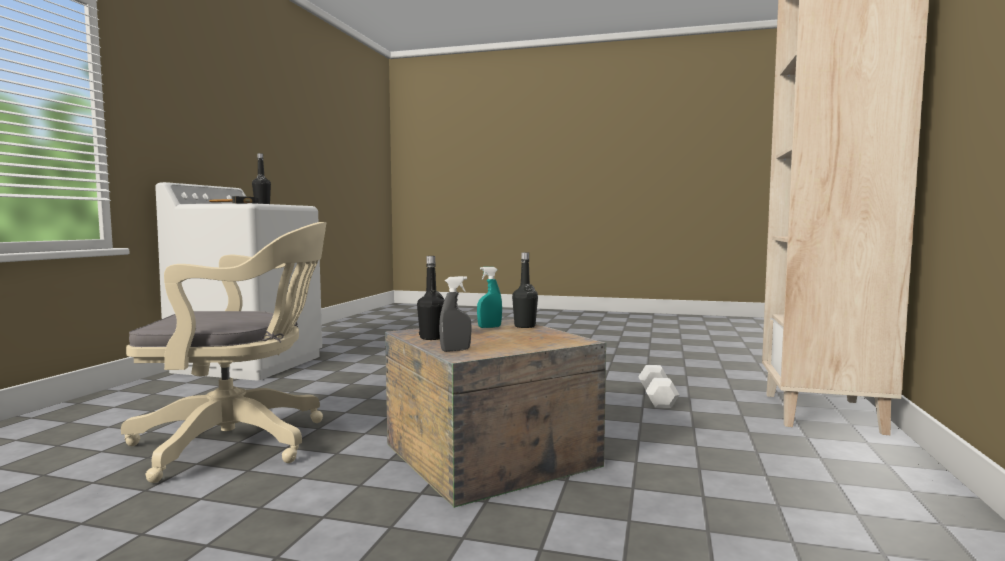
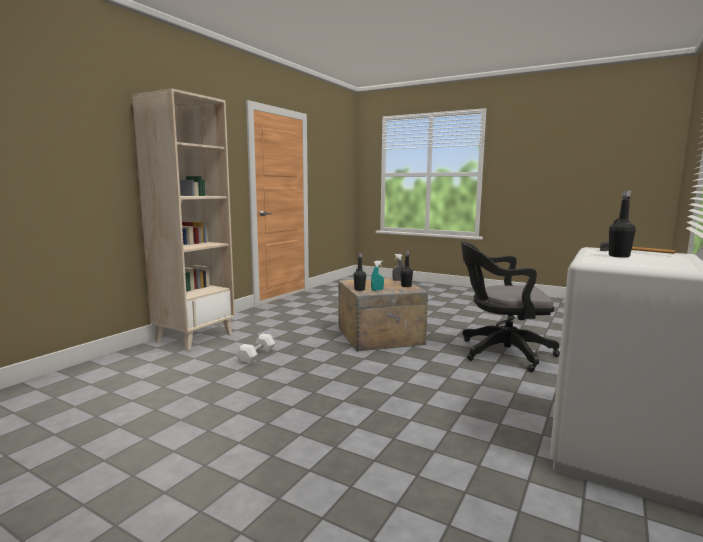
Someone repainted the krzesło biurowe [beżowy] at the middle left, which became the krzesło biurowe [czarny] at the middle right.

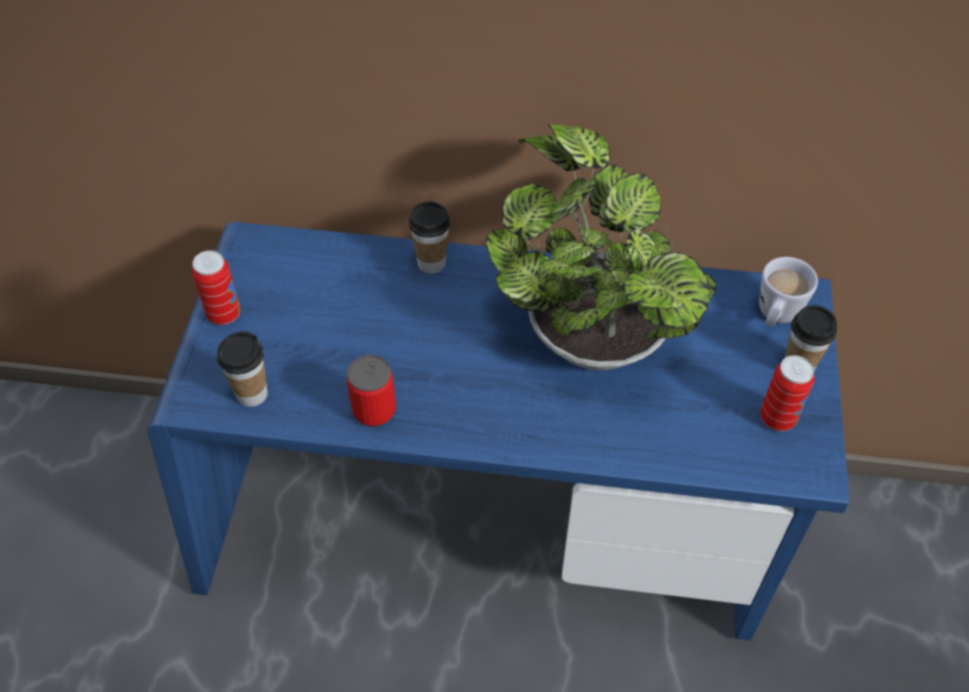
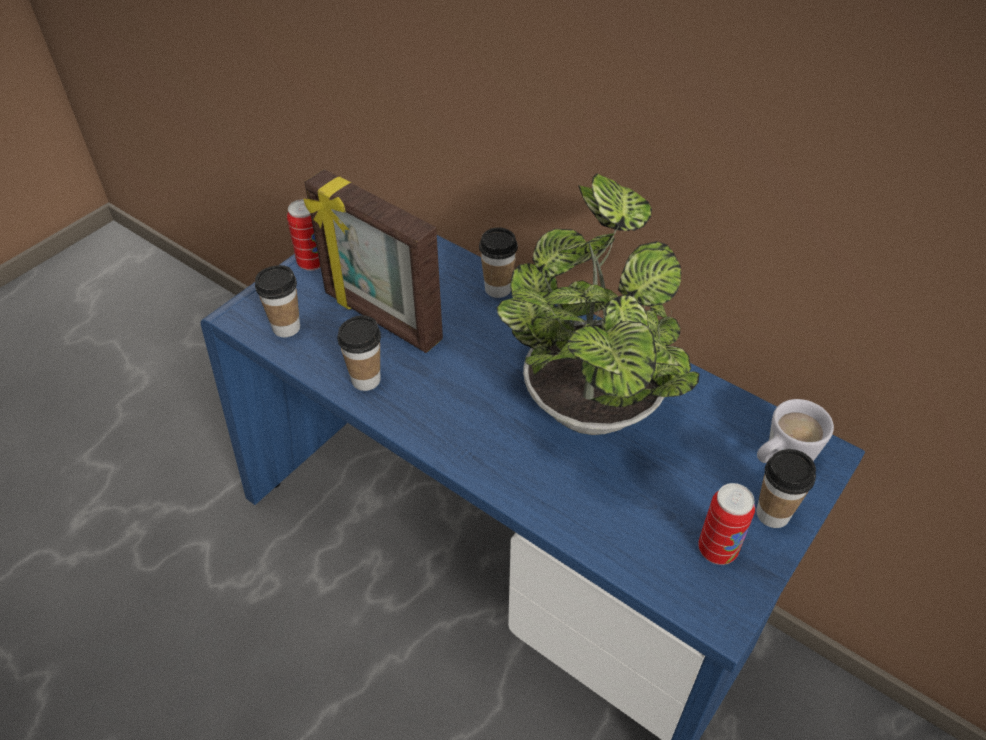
Someone swapped the puszka (no. 2 from left) at the centre for the filiżanka (no. 2 from left) at the centre.
Someone put down the ramka na zdjęcie at the centre.

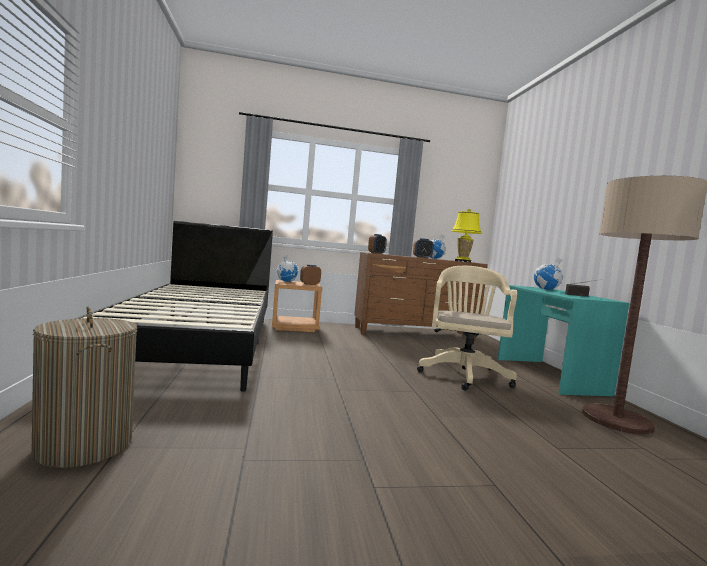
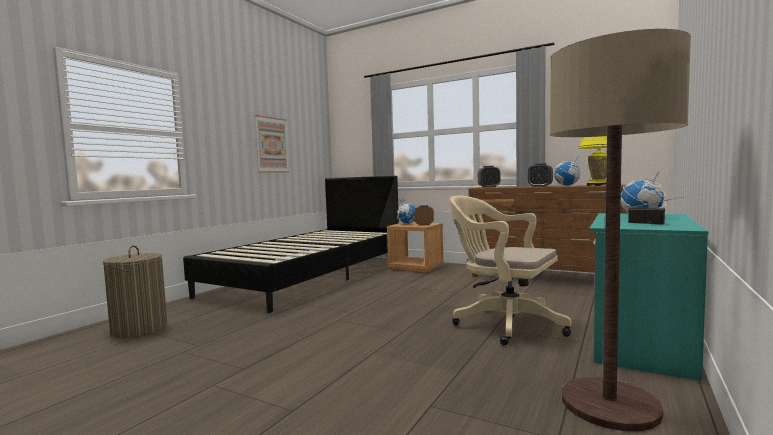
Someone rotated the krzesło biurowe [beżowy] at the centre by 105 degrees counterclockwise.
Someone put up the obraz at the top centre.

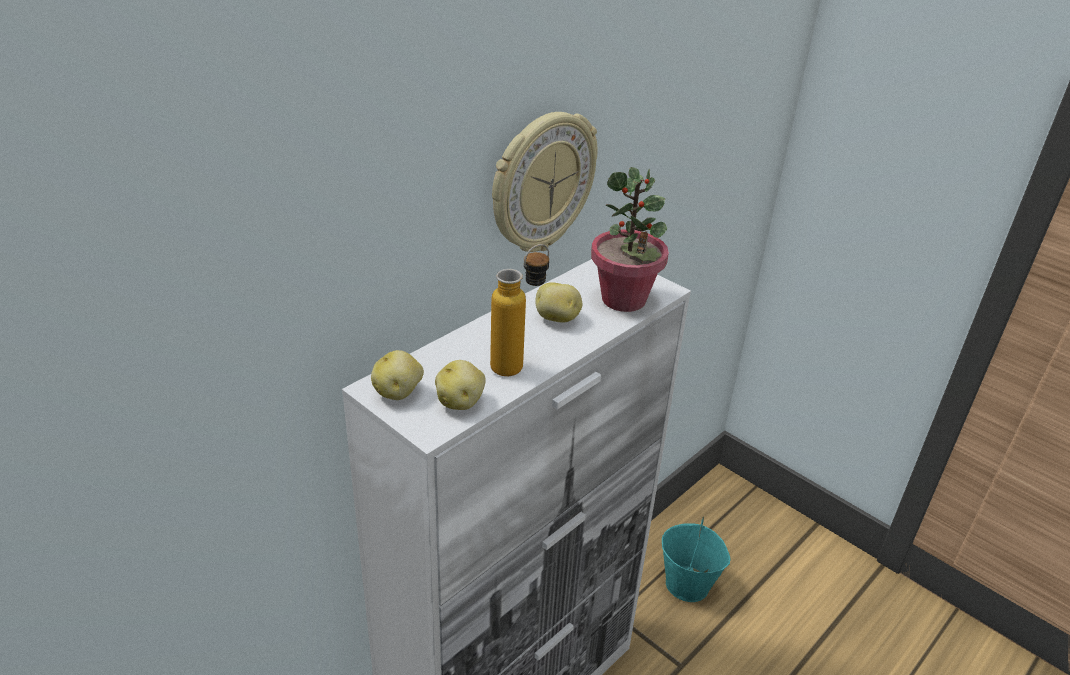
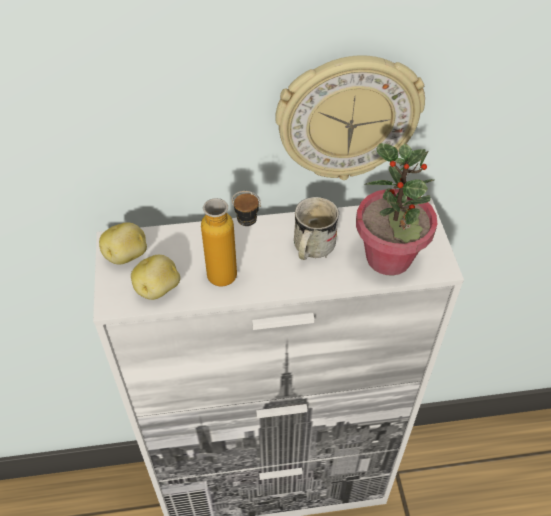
Someone swapped the ziemniak (no. 3 from left) at the centre for the kubek [biały] at the centre.
Someone took away the wiadro [turkusowy] at the bottom centre.

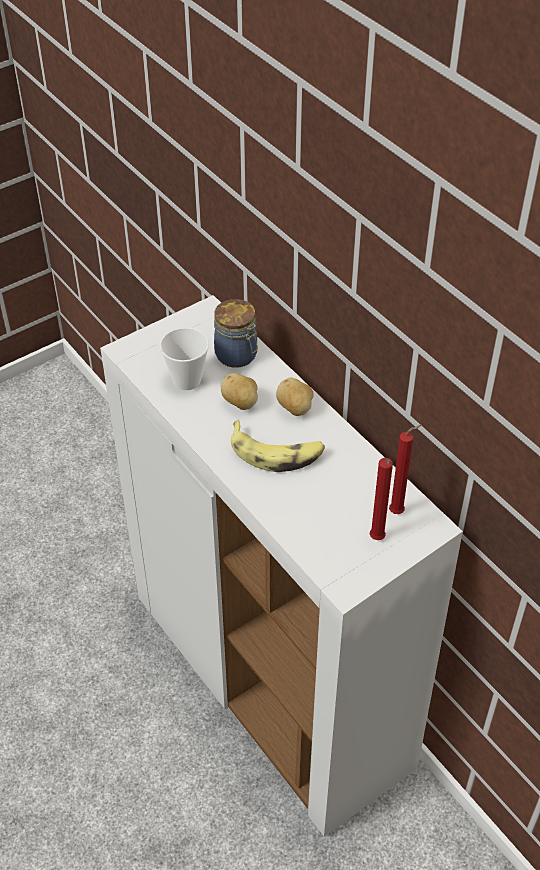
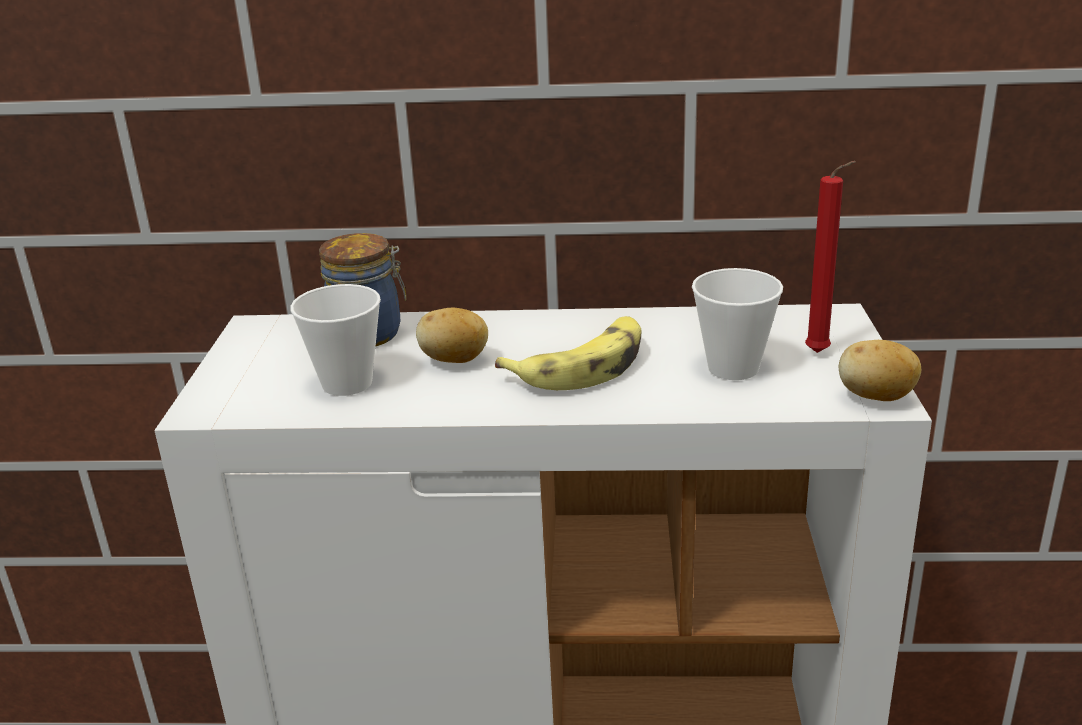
Someone carried the ziemniak (no. 2 from left) from the centre to the middle right.
Someone took away the świeca [czerwony] (no. 2 from left) at the middle right.
Someone put down the filiżanka (no. 2 from left) at the middle right.

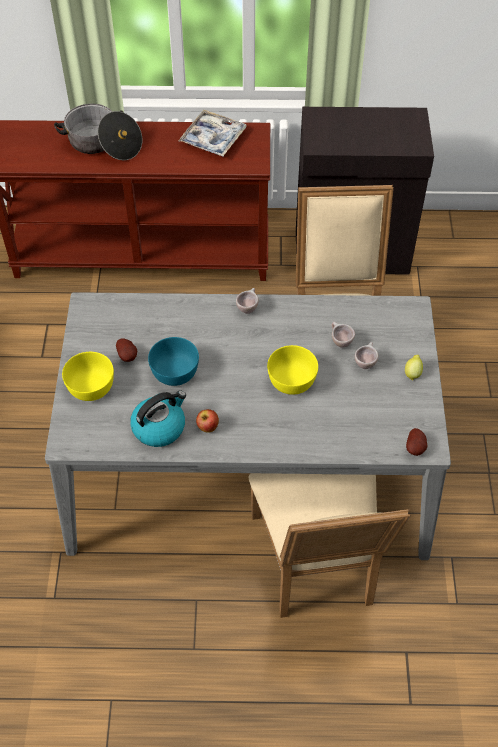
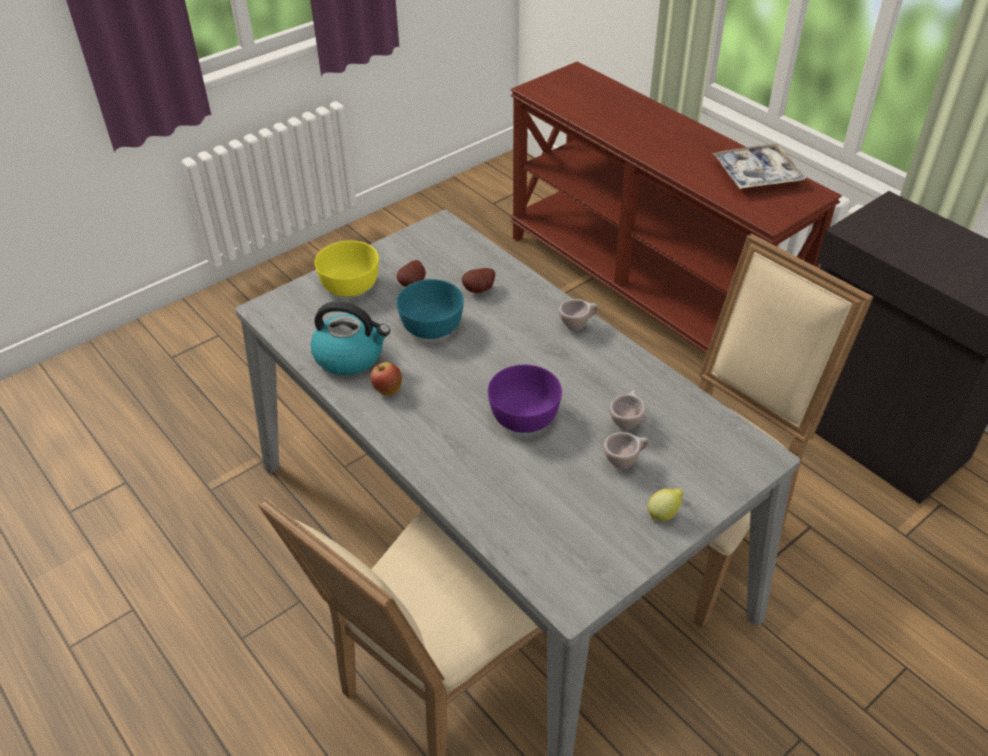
Someone took away the garnek at the top left.
Someone repainted the miska [żółty] (no. 2 from left) at the centre, which became the miska [fioletowy] at the centre.
Someone carried the ziemniak (no. 2 from left) from the middle right to the centre.

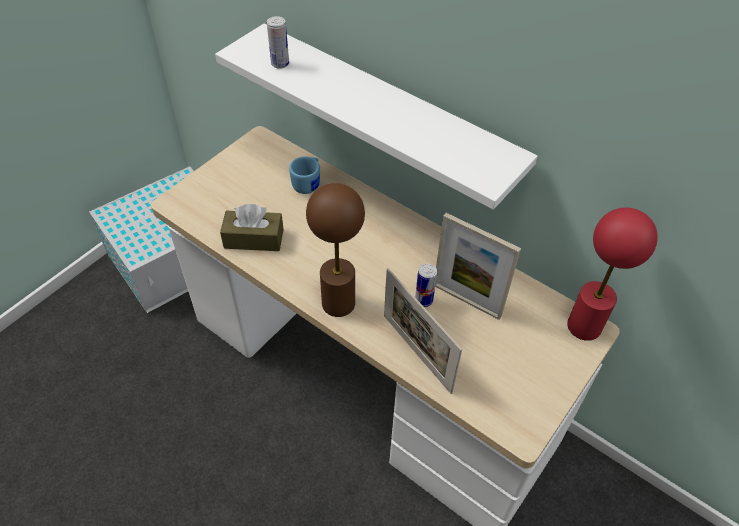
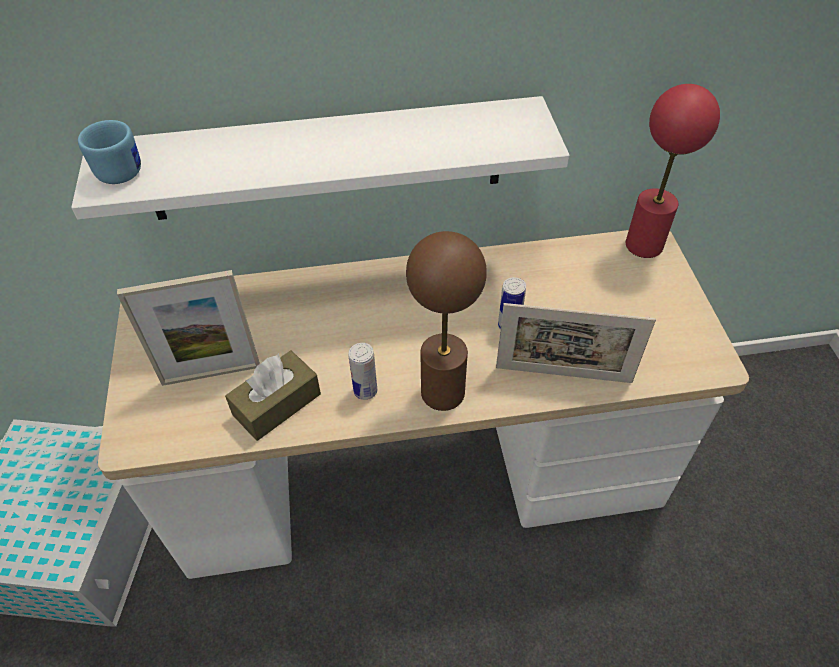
Someone carried the puszka (no. 1 from left) from the top centre to the centre.
Someone carried the kubek [niebieski] from the top centre to the top left.
Someone carried the ramka na zdjęcie (no. 2 from left in the first image) from the centre to the middle left.

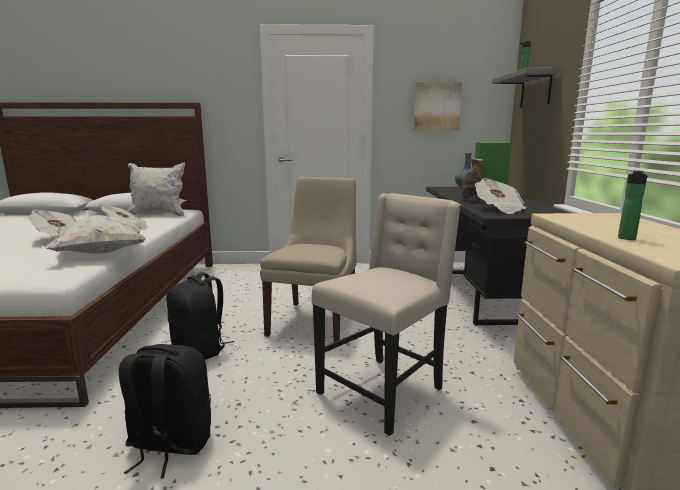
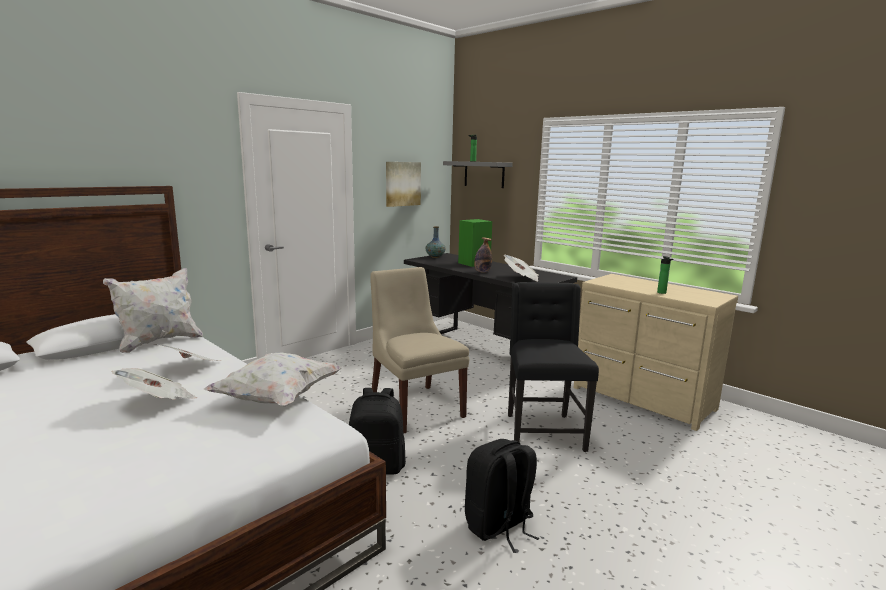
Someone repainted the krzesło [beżowy] (no. 2 from left) at the centre, which became the krzesło [czarny] at the centre.

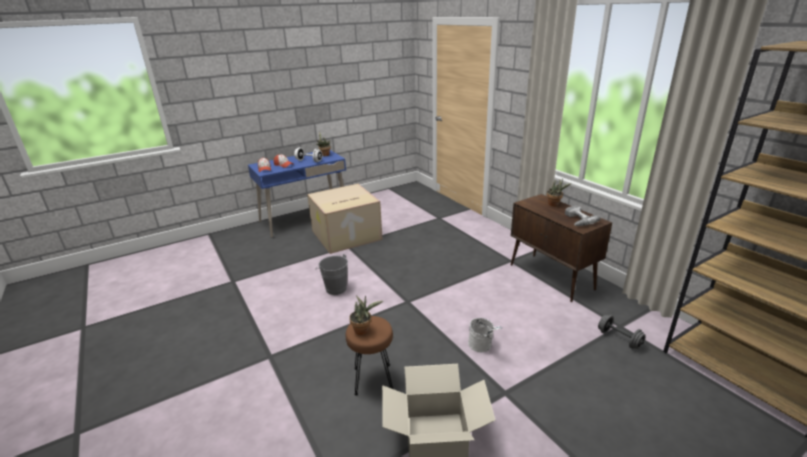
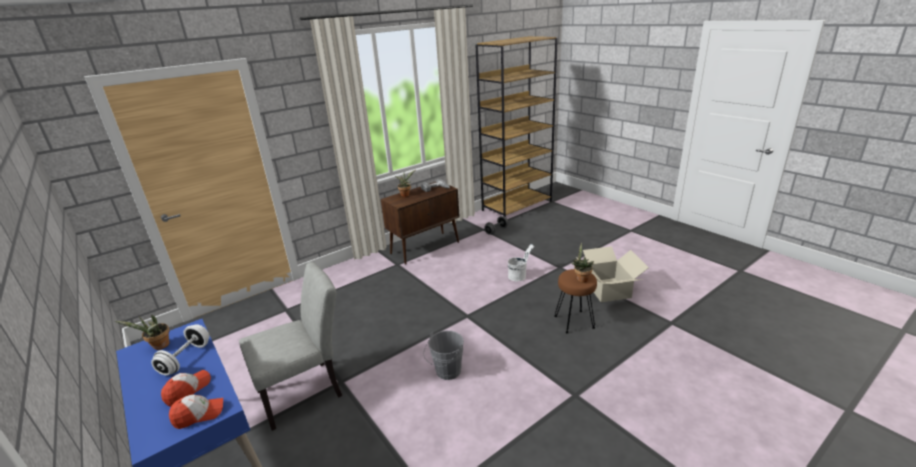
Someone swapped the karton (no. 1 from left) at the centre for the krzesło [szary] at the bottom left.

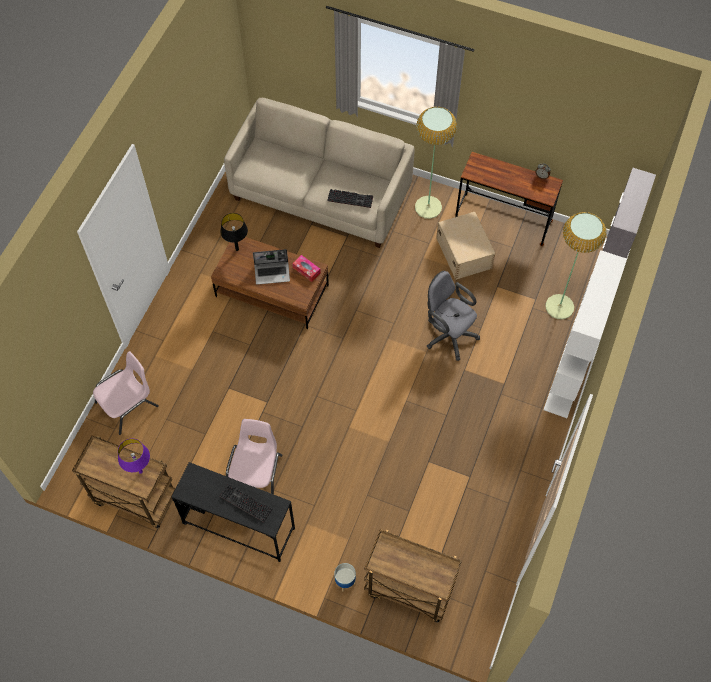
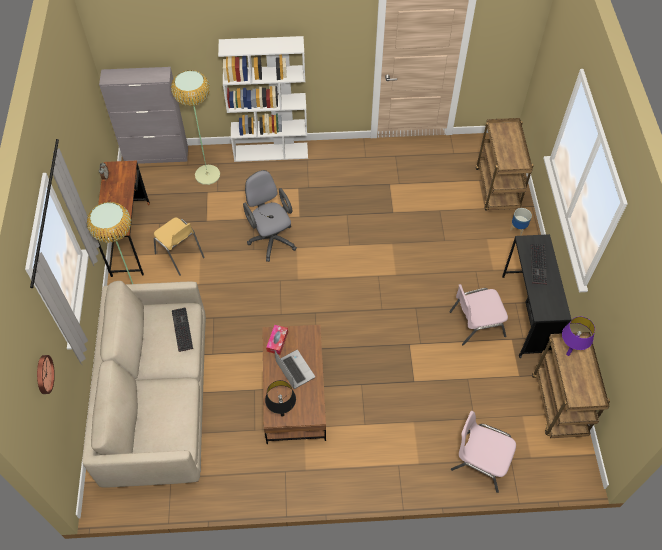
Someone rotated the krzesło biurowe [szary] at the centre by 135 degrees clockwise.
Someone swapped the pojemnik do przechowywania [beżowy] at the centre for the krzesło [żółty] at the middle left.
Someone put up the zegar ścienny at the bottom left.

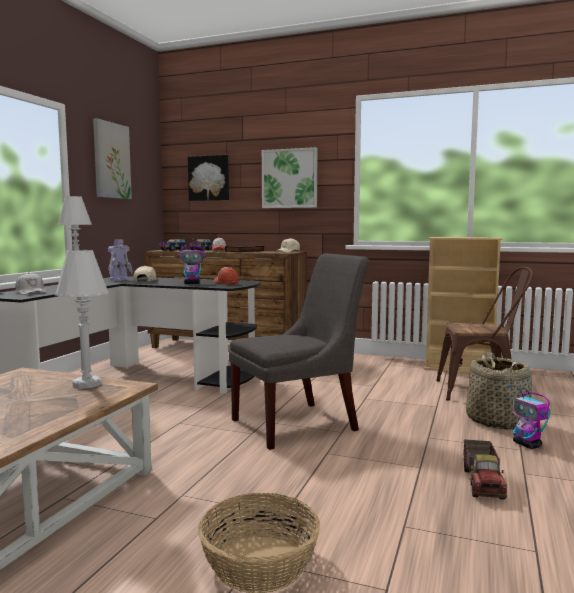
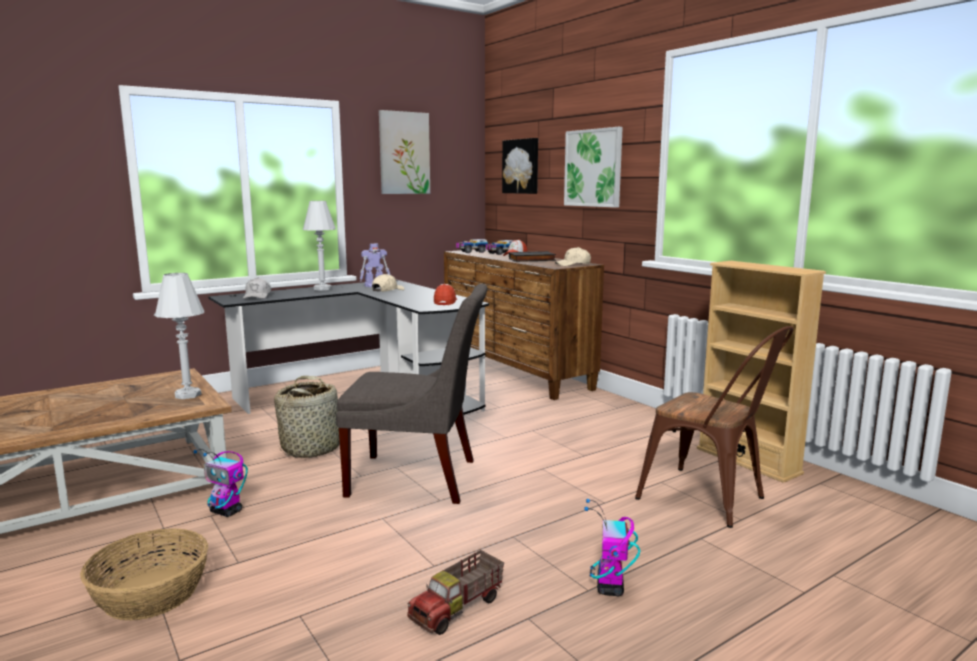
Someone carried the robot zabawkowy (no. 2 from left in the first image) from the middle left to the bottom left.
Someone carried the koszyk (no. 2 from left) from the middle right to the middle left.

